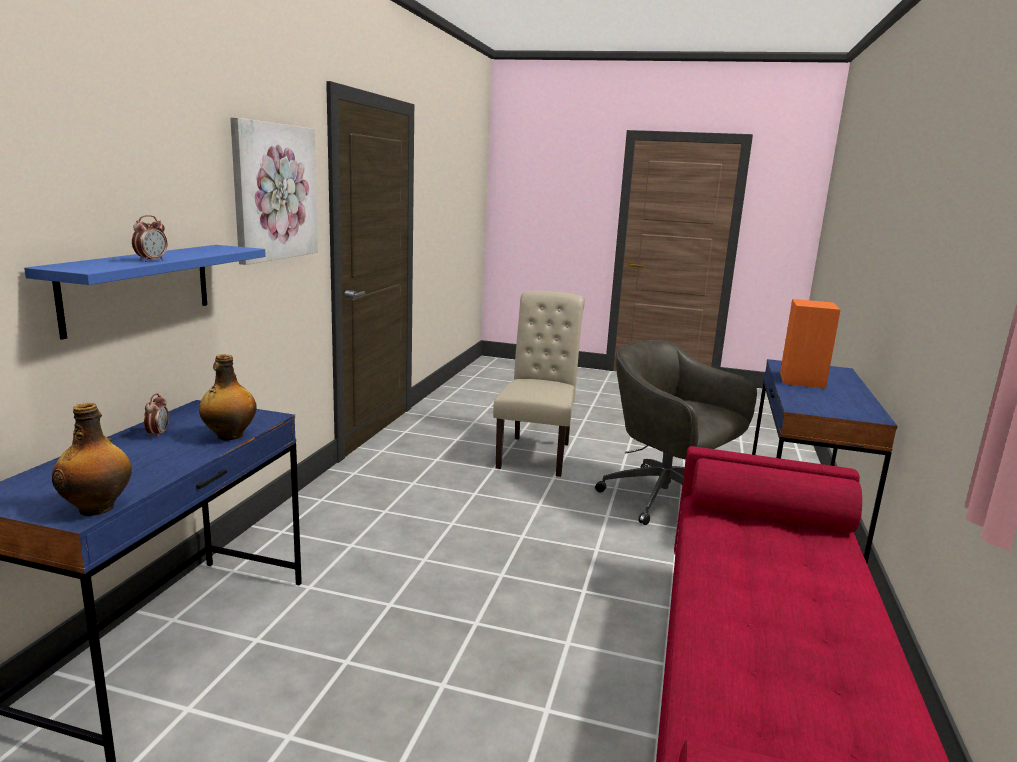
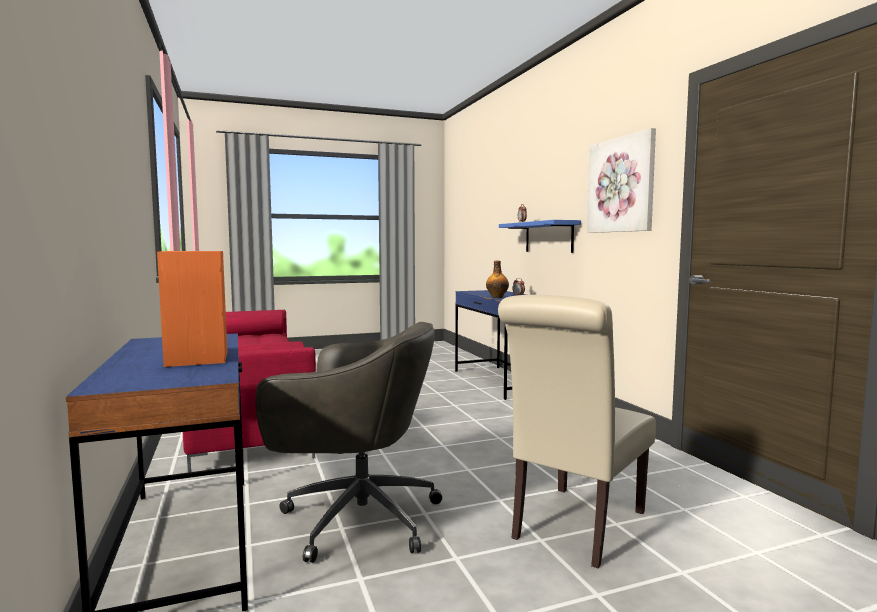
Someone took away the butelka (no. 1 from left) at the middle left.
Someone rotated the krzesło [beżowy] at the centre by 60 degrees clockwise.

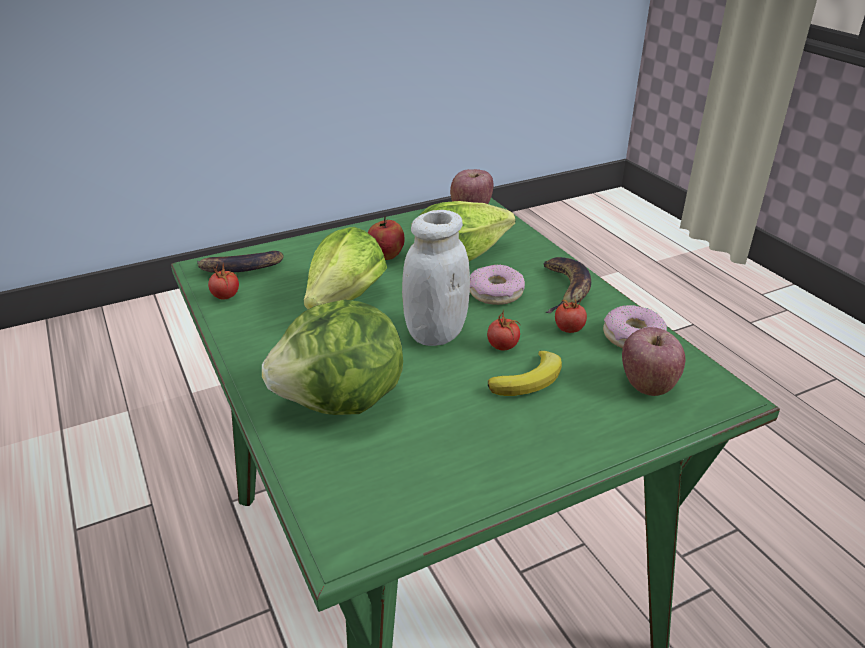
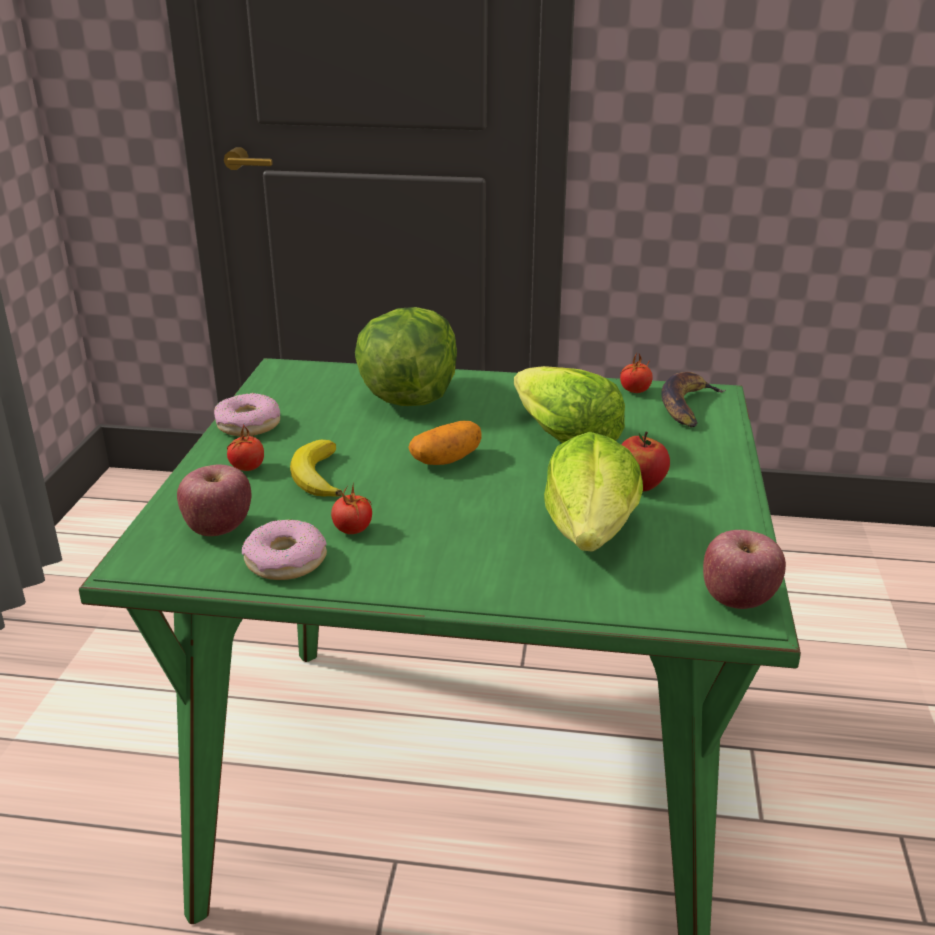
Someone swapped the słoik [biały] at the centre for the ziemniak at the centre.
Someone carried the donut (no. 1 from left) from the centre to the middle left.
Someone carried the pomidor (no. 2 from left in the first image) from the centre to the middle left.
Someone took away the banan (no. 3 from left) at the centre.

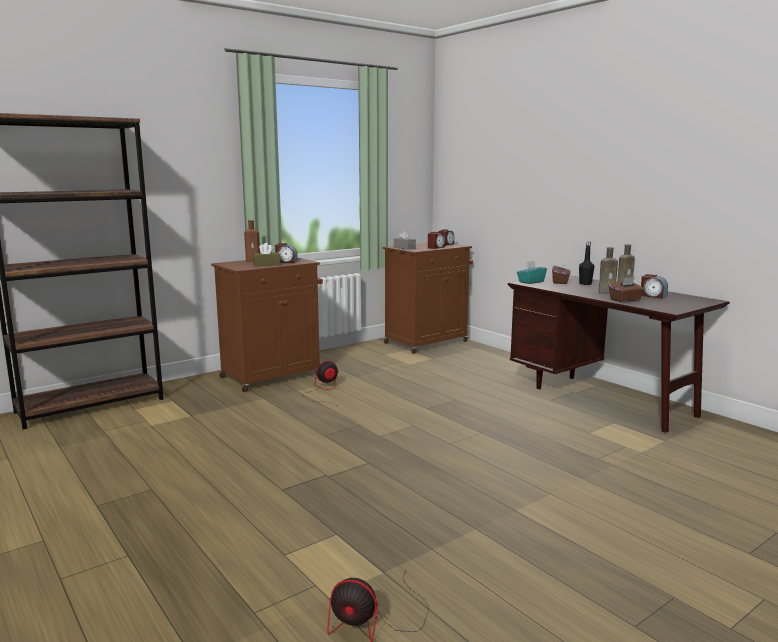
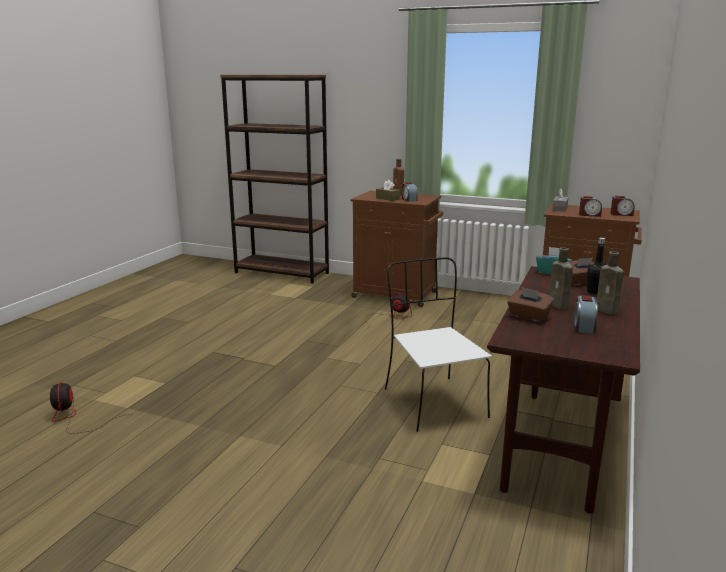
Someone put down the krzesło [biały] at the centre.

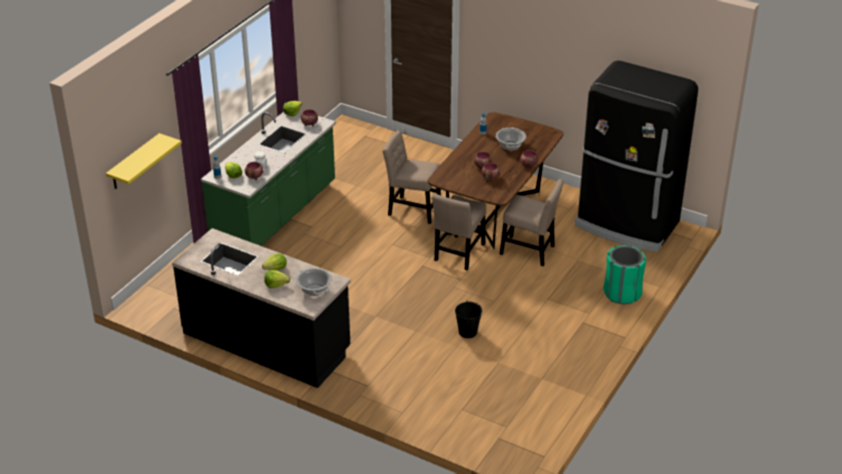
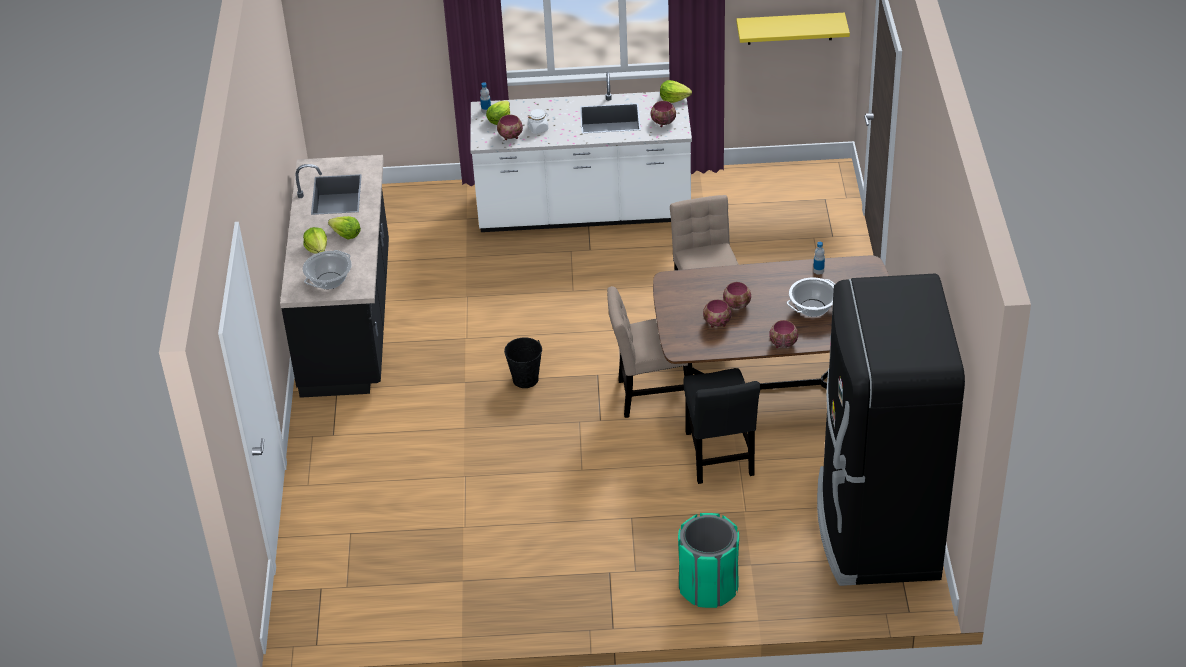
Someone carried the półka [żółty] from the middle left to the top right.
Someone repainted the zabudowa kuchenna [zielony] at the middle left, which became the zabudowa kuchenna [biały] at the top centre.
Someone carried the wiadro [czarny] from the bottom centre to the centre.
Someone repainted the krzesło [beżowy] (no. 3 from left) at the centre, which became the krzesło [czarny] at the centre.

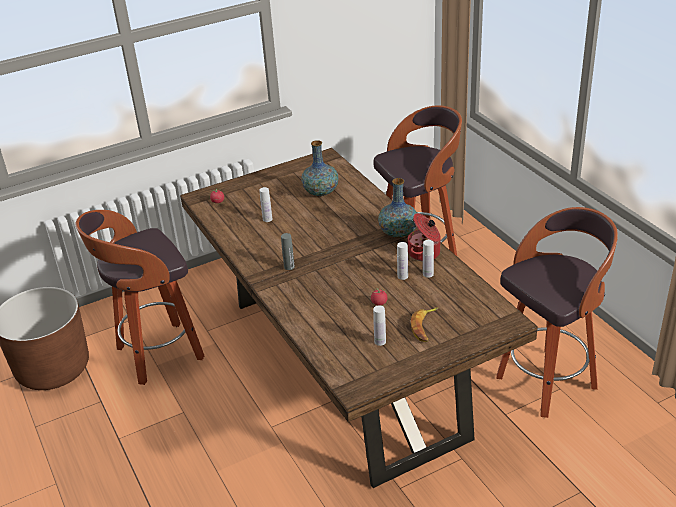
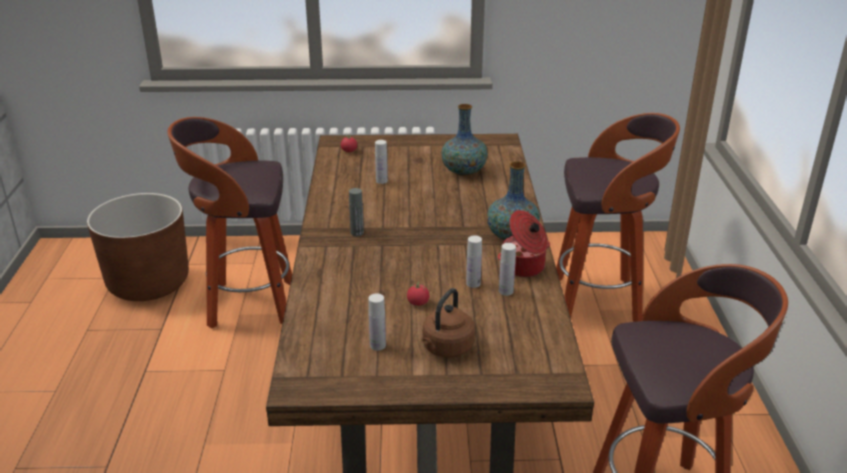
Someone swapped the banan at the centre for the czajnik [brązowy] at the bottom centre.

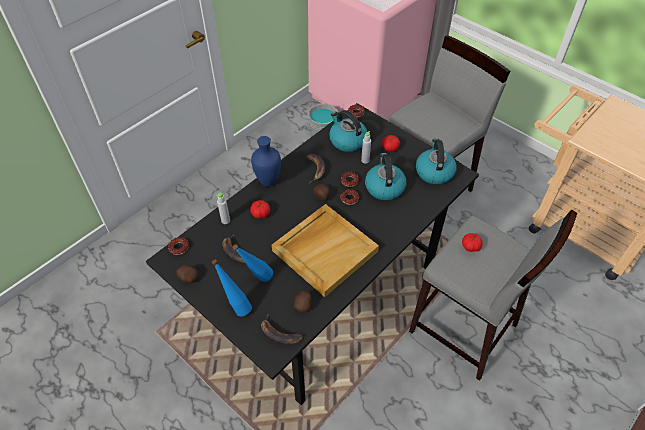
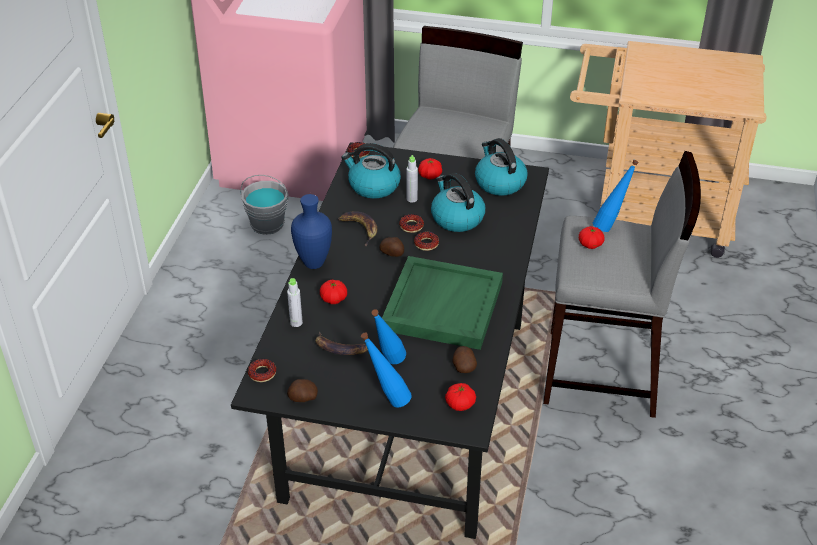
Someone swapped the banan (no. 2 from left) at the bottom centre for the pomidor (no. 3 from left) at the bottom centre.
Someone repainted the taca [beżowy] at the centre, which became the taca [zielony] at the centre.
Someone put down the butelka [niebieski] (no. 3 from left) at the middle right.

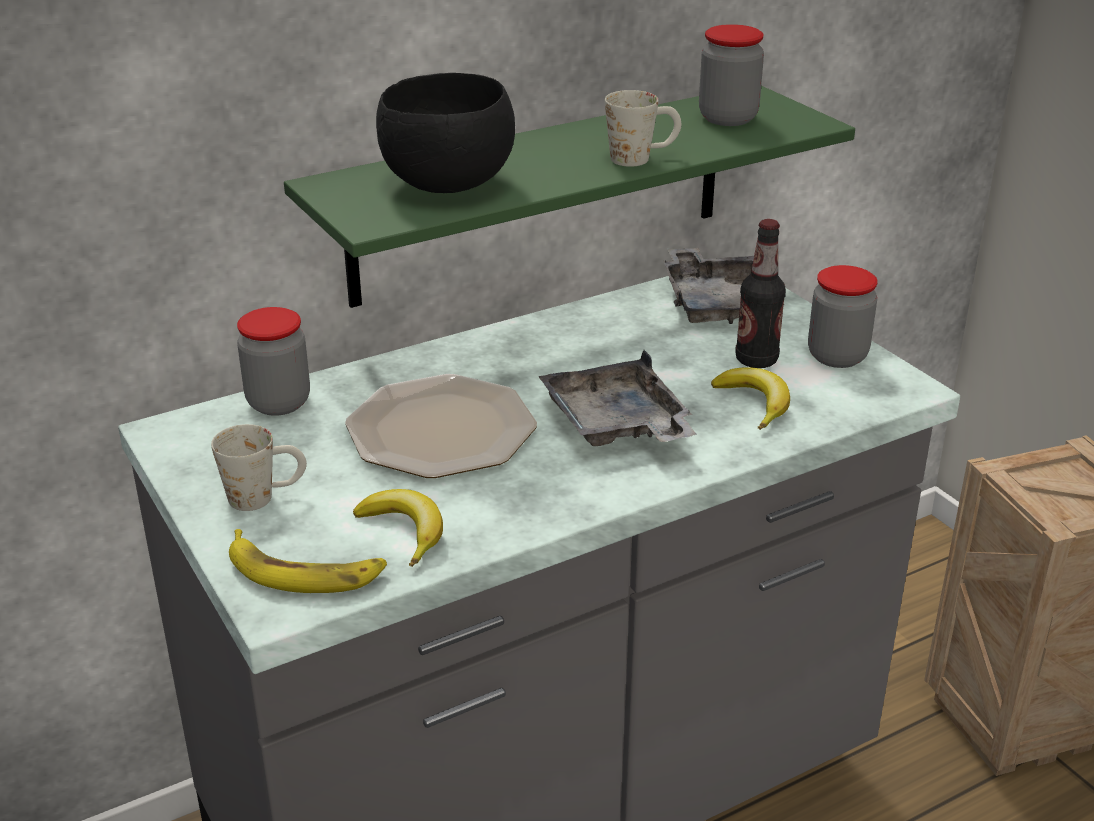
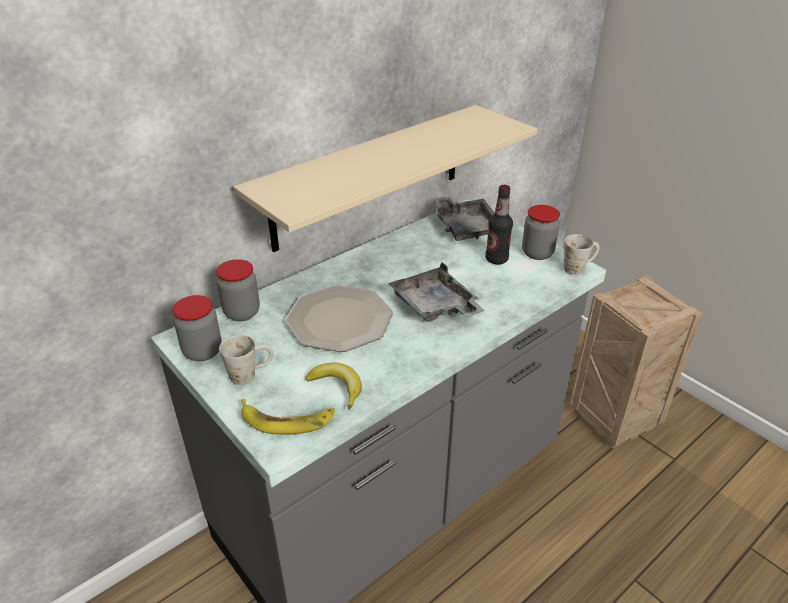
Someone repainted the półka [zielony] at the top centre, which became the półka [beżowy] at the top centre.
Someone took away the miska [czarny] at the top centre.
Someone carried the kubek [biały] (no. 2 from left) from the top centre to the middle right.
Someone carried the słoik (no. 2 from left in the first image) from the top right to the middle left.
Someone took away the banan (no. 3 from left) at the middle right.

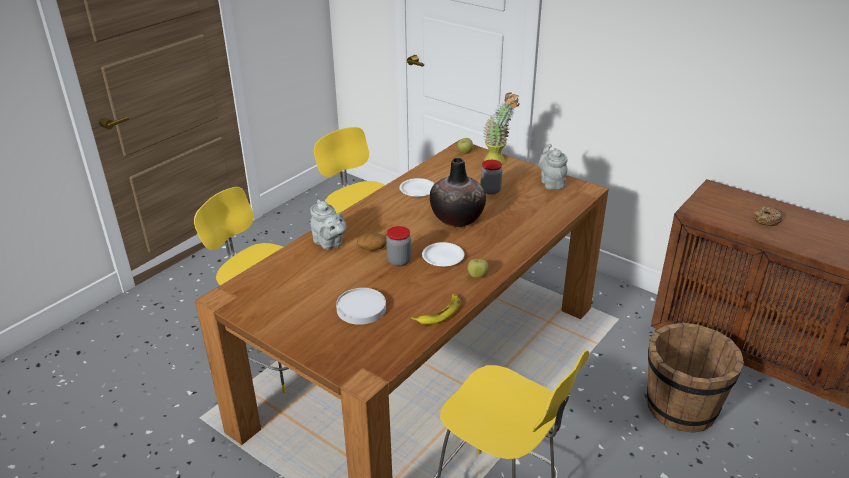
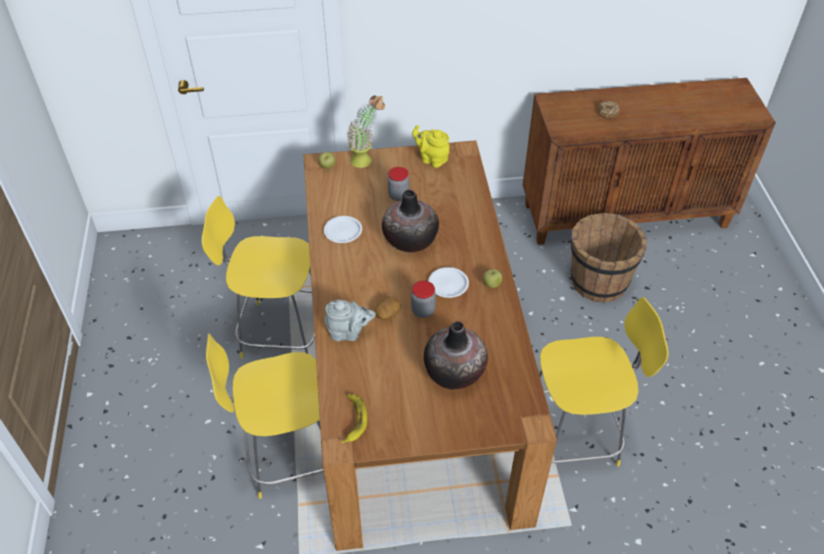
Someone swapped the talerz [biały] (no. 1 from left) at the centre for the wazon (no. 2 from left) at the centre.
Someone carried the banan from the centre to the bottom centre.
Someone repainted the imbryk [szary] (no. 2 from left) at the centre, which became the imbryk [żółty] at the top centre.

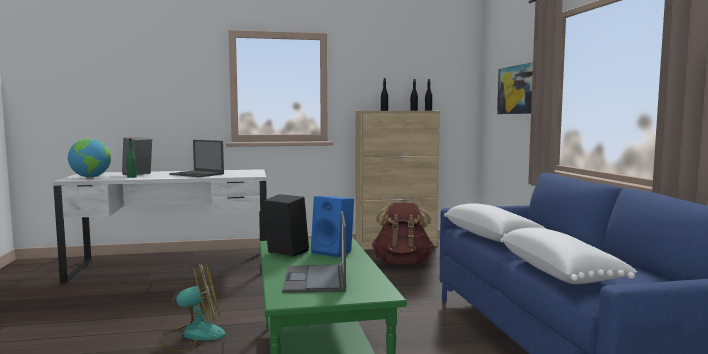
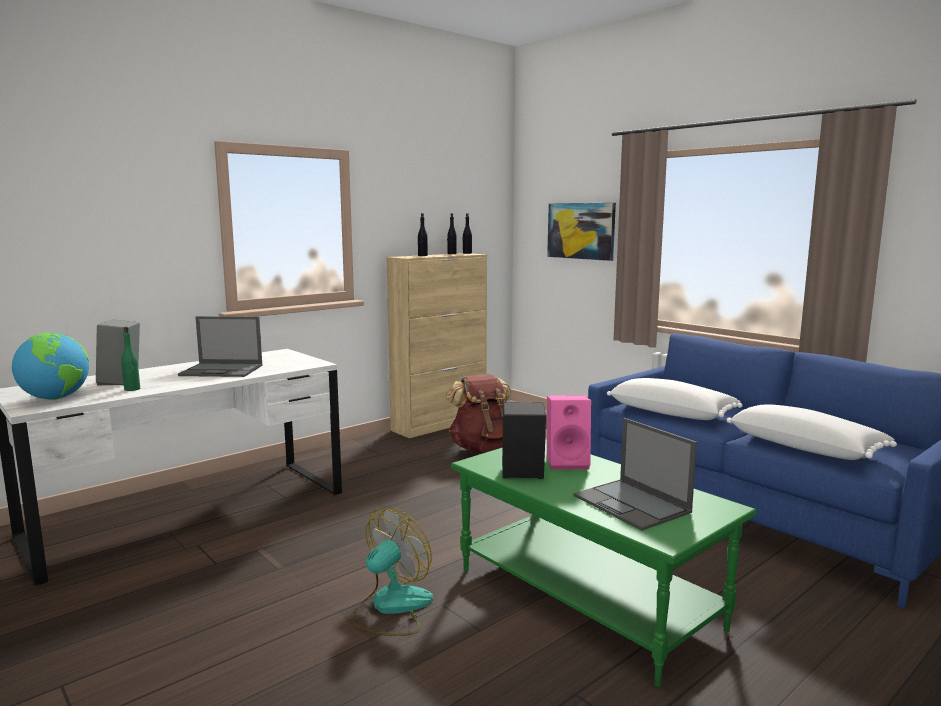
Someone repainted the głośnik [niebieski] at the centre, which became the głośnik [różowy] at the centre.

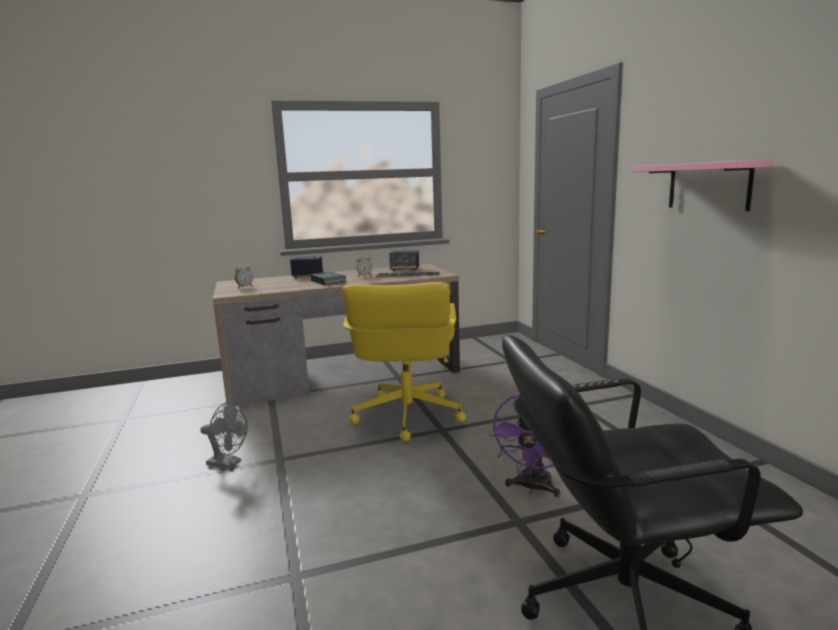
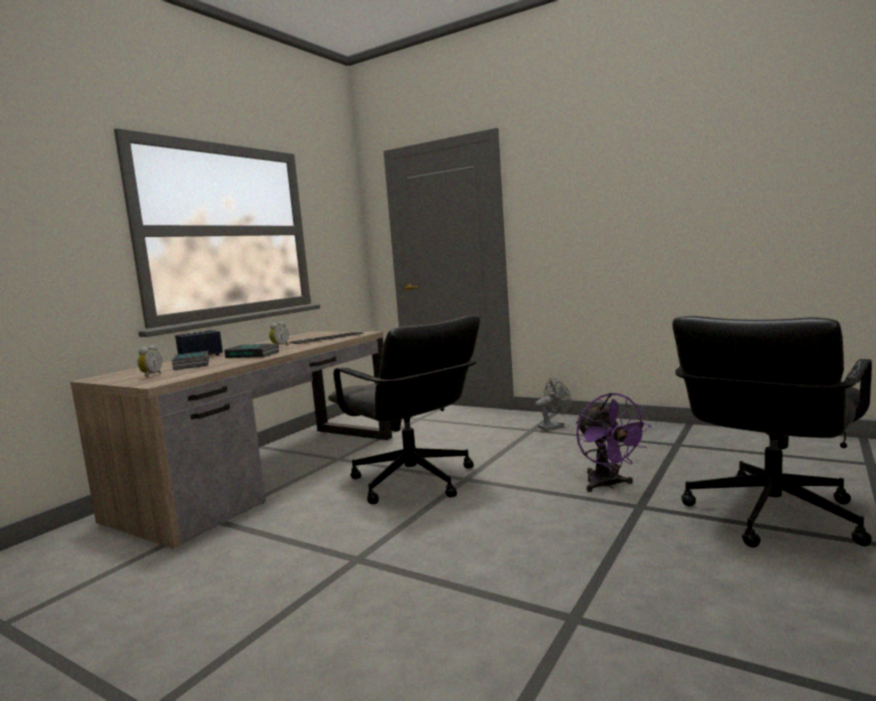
Someone carried the wentylator [szary] from the bottom left to the centre.
Someone repainted the krzesło biurowe [żółty] at the centre, which became the krzesło biurowe [czarny] (no. 1 from left) at the centre.
Someone took away the głośnik (no. 2 from left) at the centre.
Someone took away the półka [różowy] at the top right.
Someone put down the książka (no. 1 from left) at the middle left.

